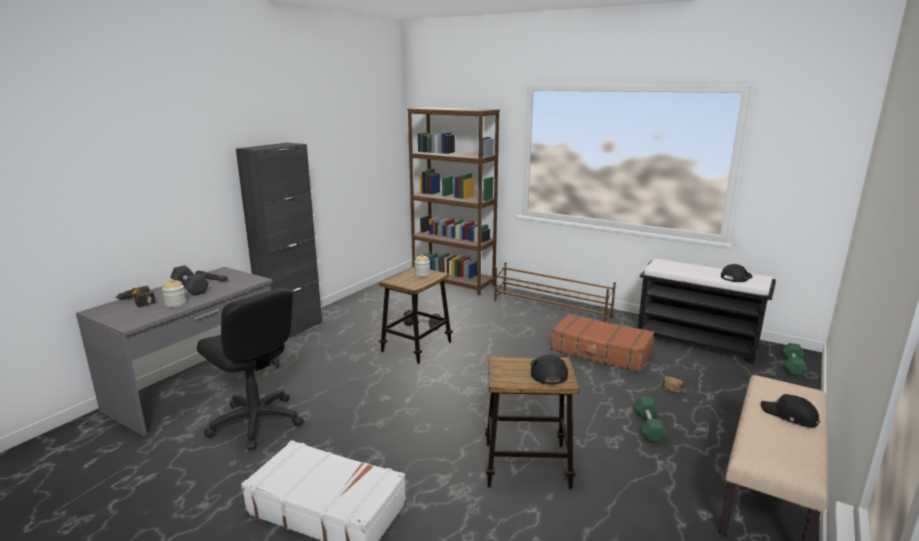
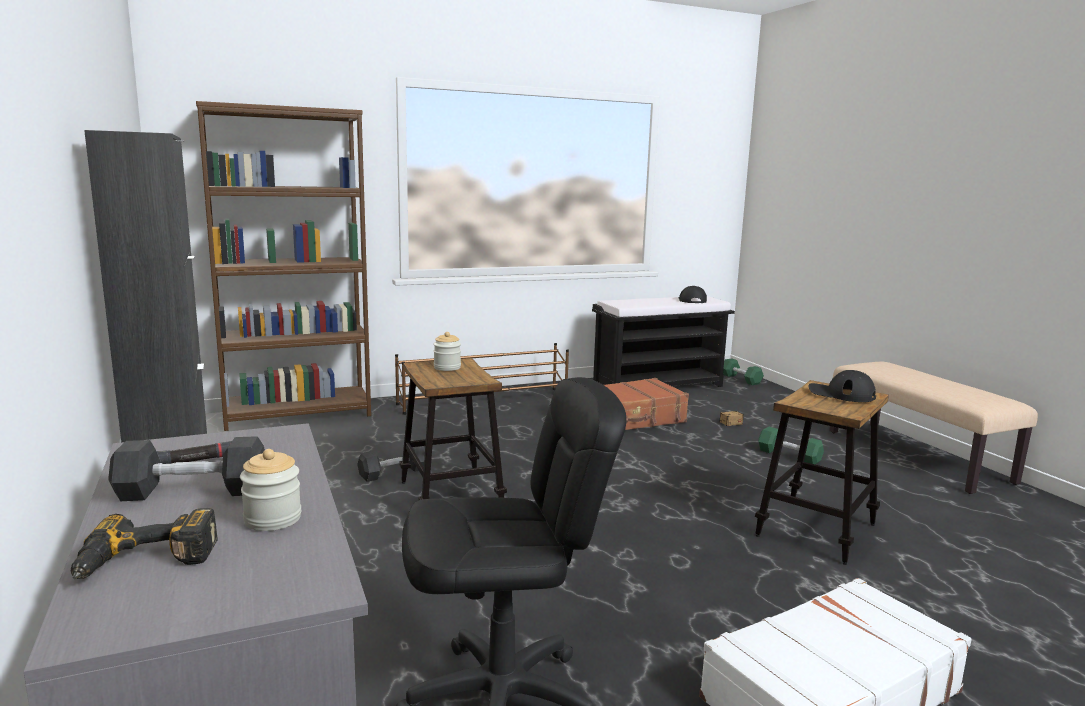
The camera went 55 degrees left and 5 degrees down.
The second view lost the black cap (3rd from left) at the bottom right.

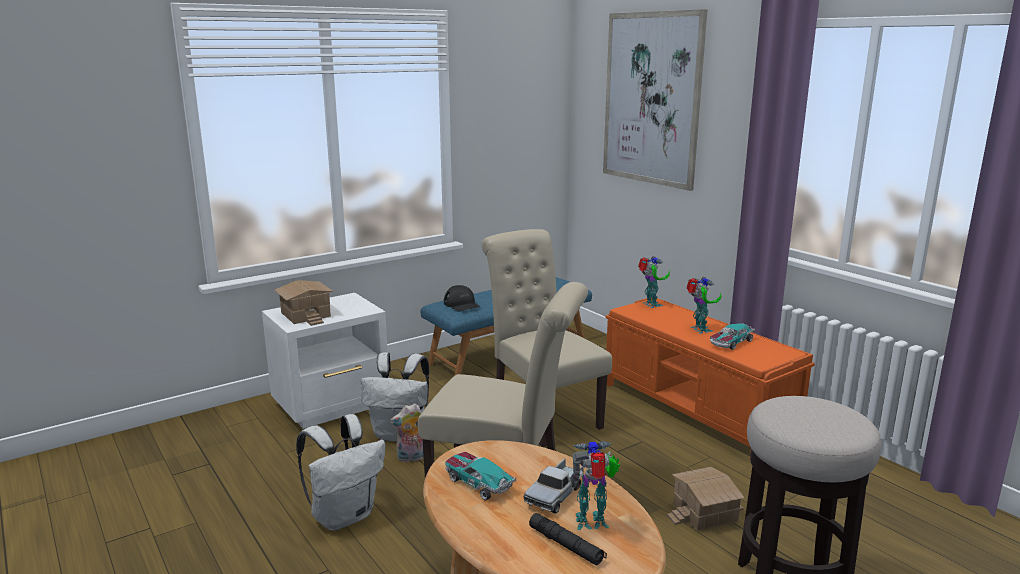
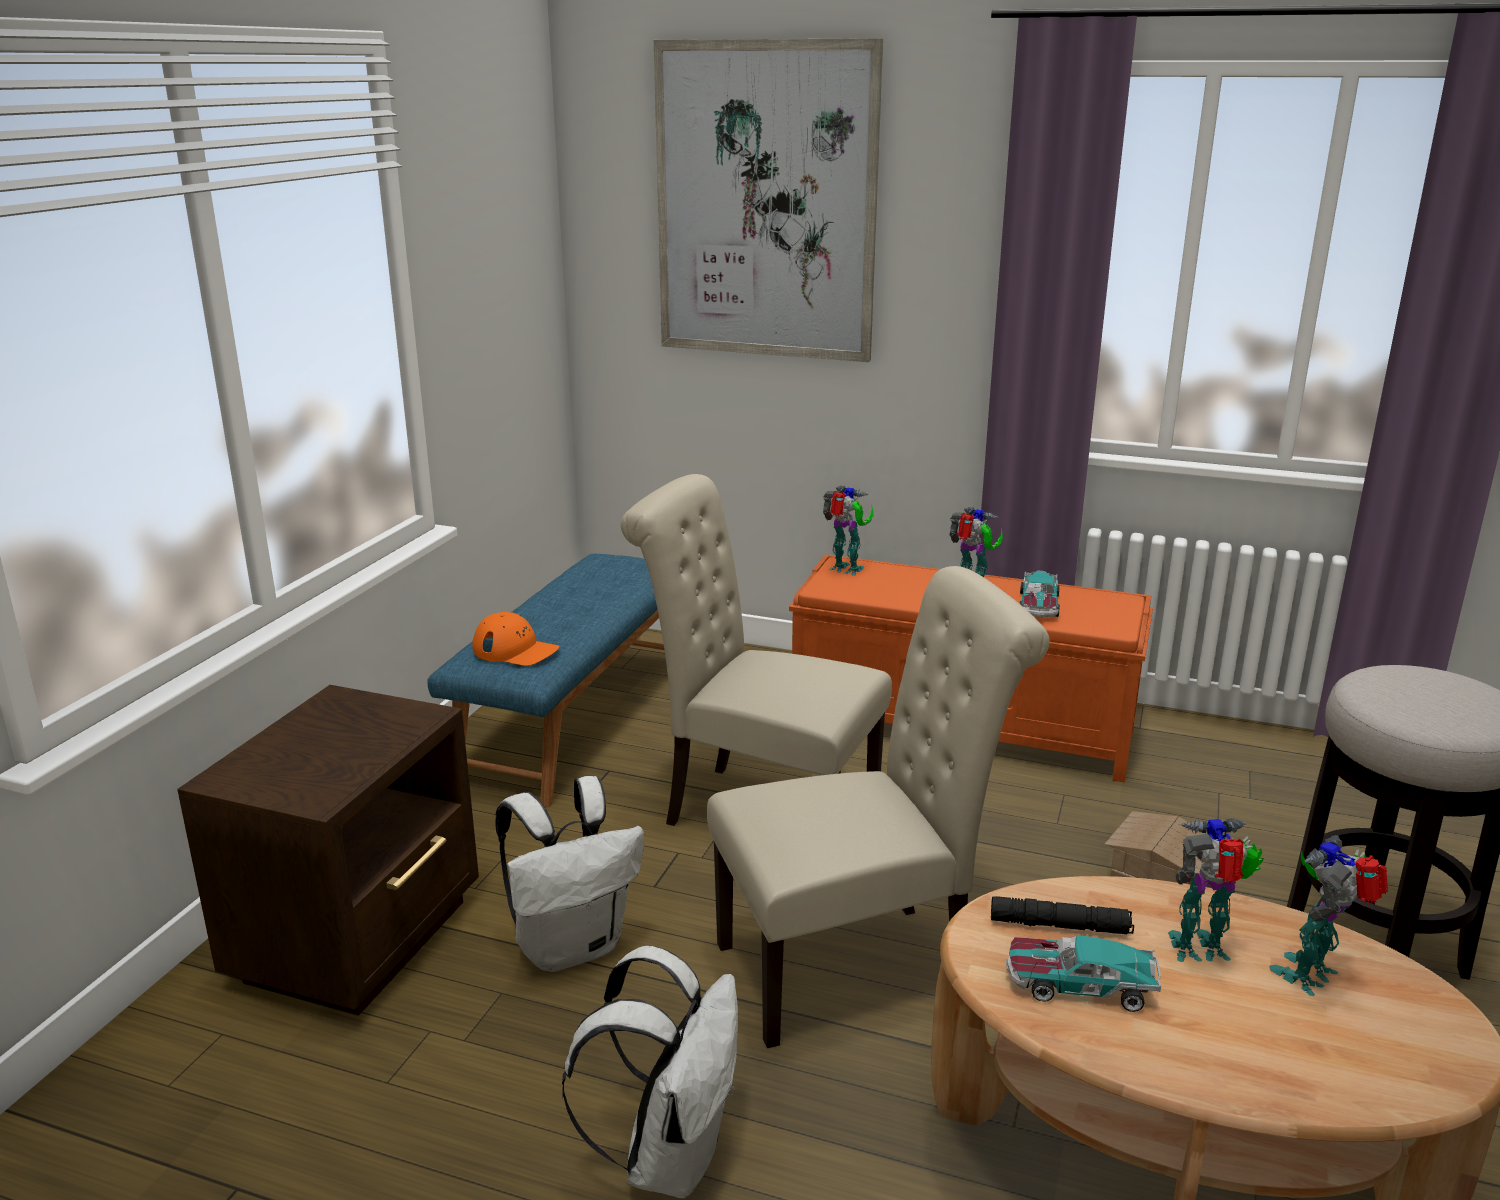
The camera went 35 degrees left and 5 degrees up.
The second view lost the toy house (1st from left) at the middle left.
The second view lost the plush toy at the bottom centre.
The black flashlight ended up elsewhere, having gone from the bottom centre to the bottom right.
Where the toy truck stood at the bottom centre, the toy robot (3rd from left) came to stand at the bottom right.
What was the white nightstand at the middle left turned into the brown nightstand at the bottom left.
What was the black cap at the centre turned into the orange cap at the centre.

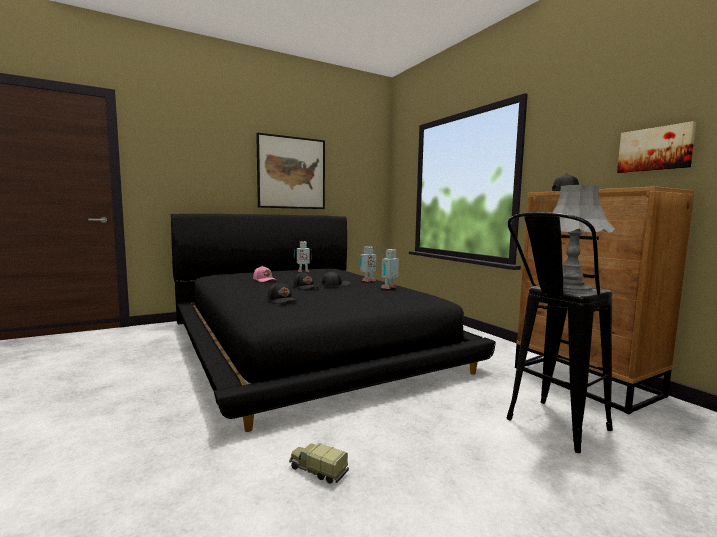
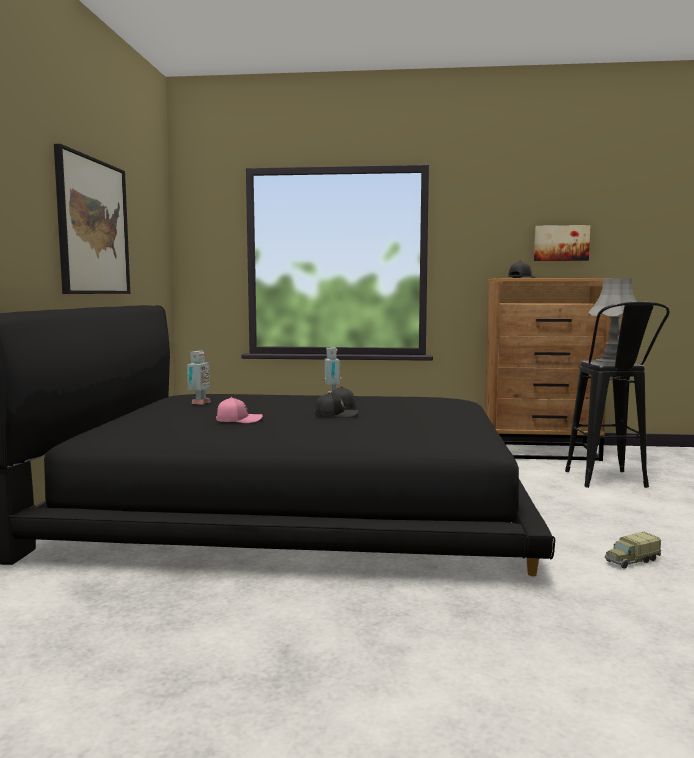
The camera went 55 degrees left and 0 degrees up.
The second view lost the black cap (1st from left) at the centre.
The second view lost the toy robot (3rd from left) at the centre.

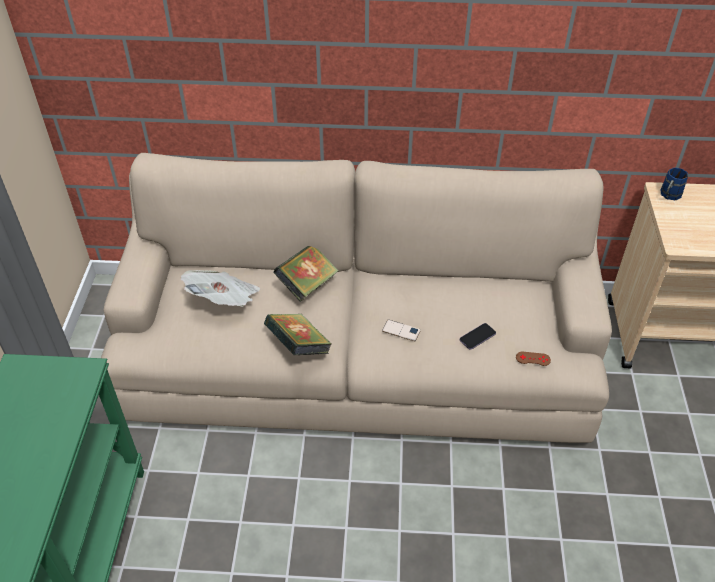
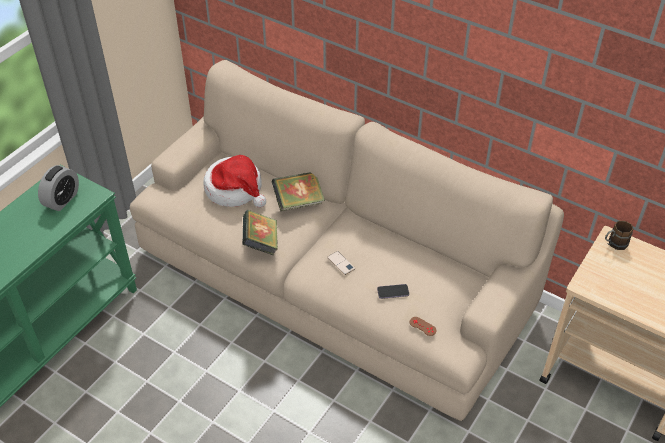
The camera went 30 degrees right and 0 degrees up.
The second view gained the alarm clock at the middle left.
Where the newspaper stood at the middle left, the hat came to stand at the centre.
What was the blue mug at the top right turned into the brown mug at the middle right.

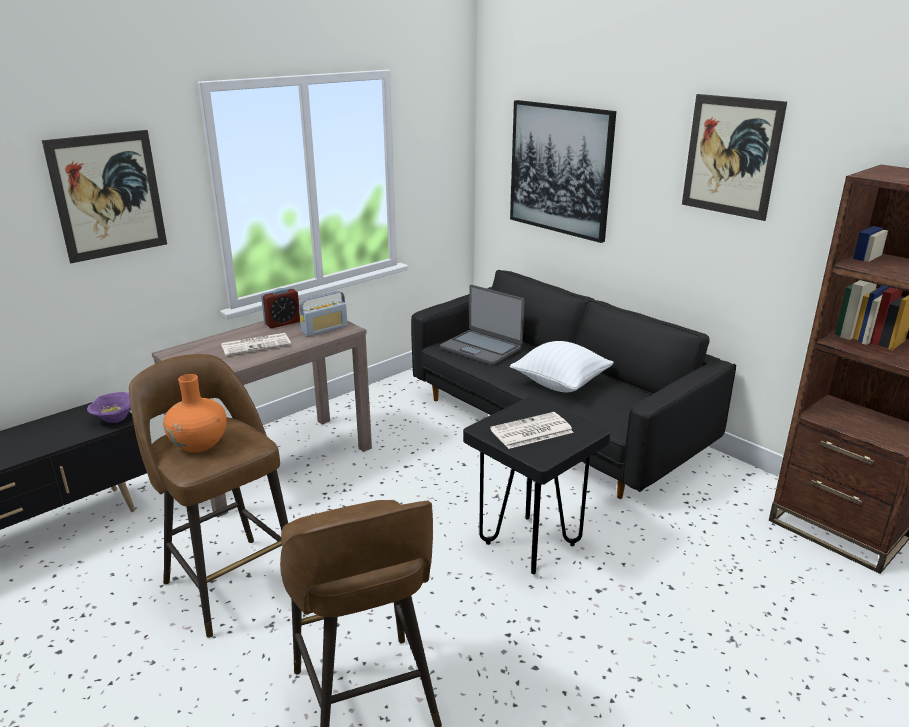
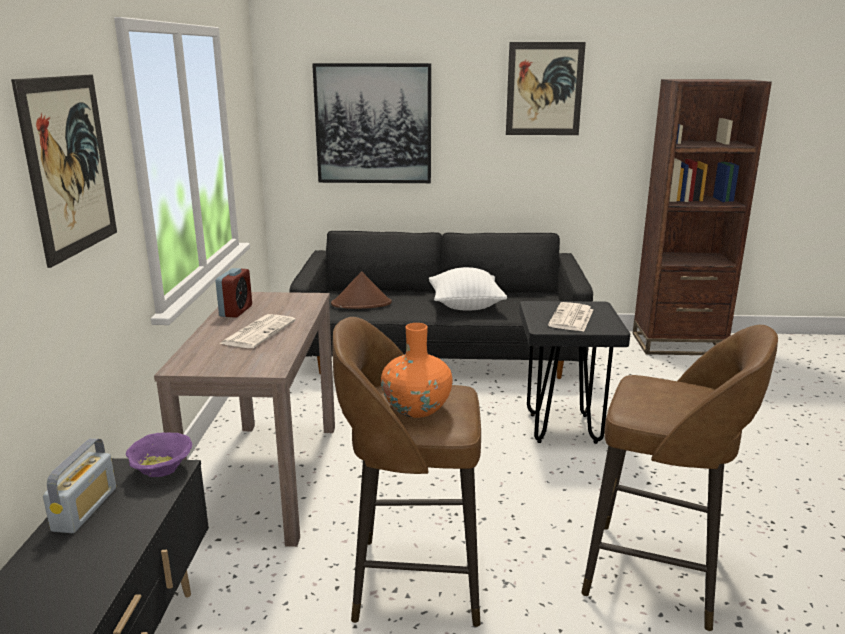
The camera went 45 degrees left and 5 degrees down.
The radio ended up elsewhere, having gone from the centre to the bottom left.
Where the laptop stood at the centre, the brown hat came to stand at the centre.

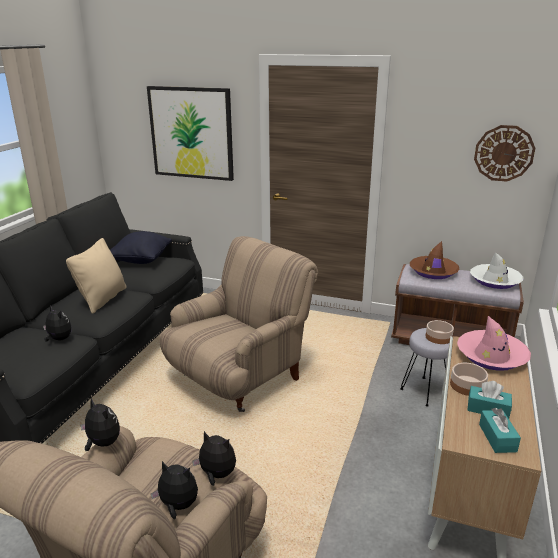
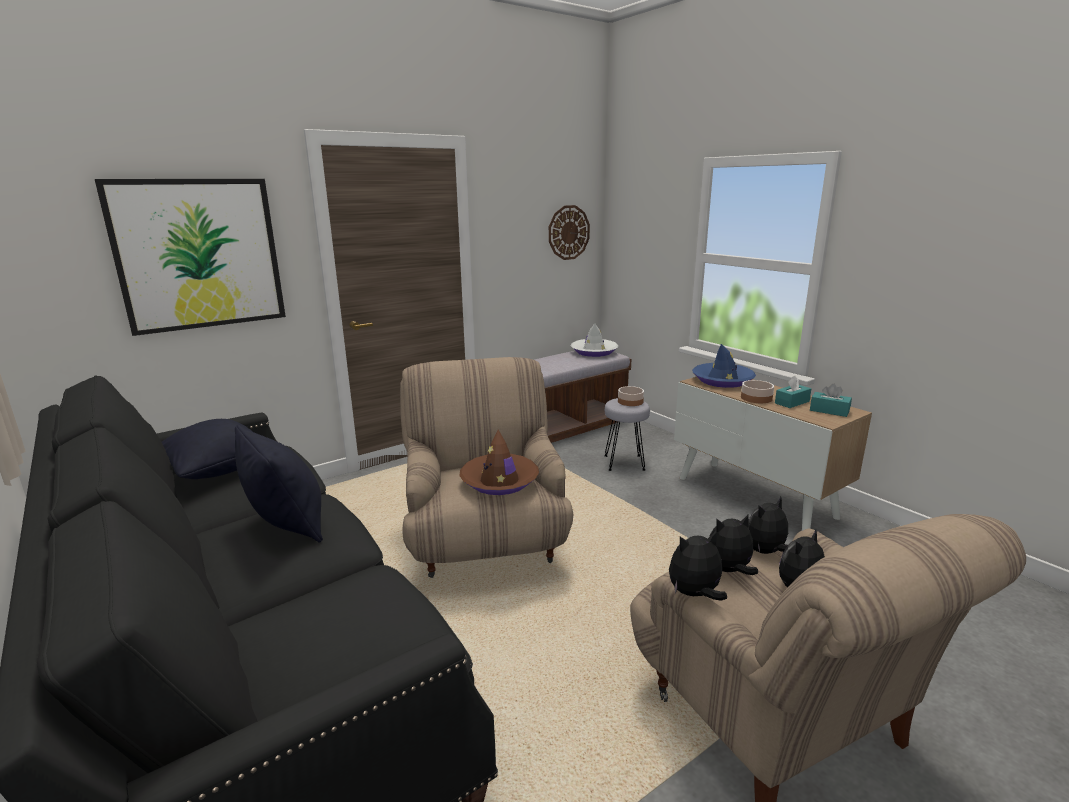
The camera went 55 degrees left and 5 degrees down.
The plush toy (1st from left in the first image) ended up elsewhere, having gone from the middle left to the bottom right.
The brown hat ended up elsewhere, having gone from the middle right to the centre.
What was the beige pillow at the middle left turned into the black pillow (2nd from left) at the middle left.
What was the pink hat at the middle right turned into the blue hat at the middle right.

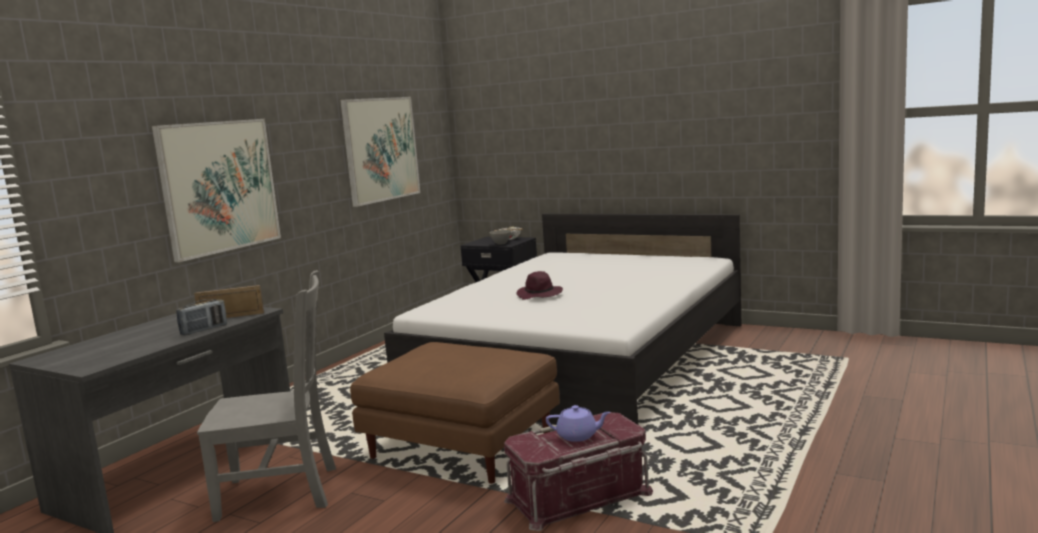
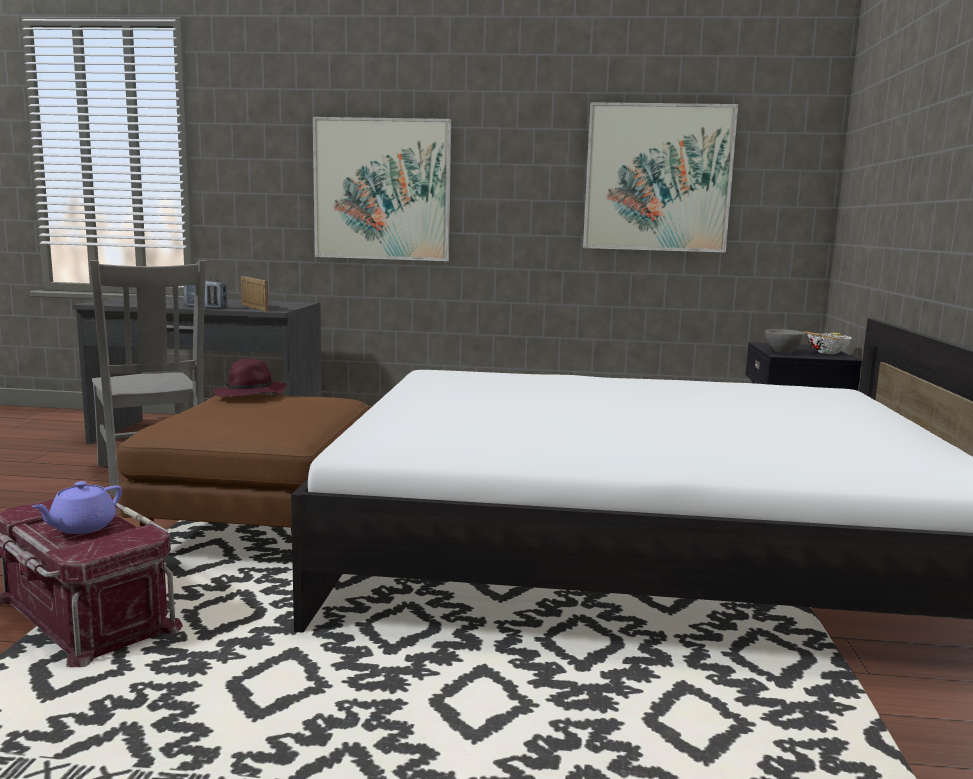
The camera went 65 degrees right and 0 degrees up.
The purple hat ended up elsewhere, having gone from the centre to the middle left.
The purple teapot at the bottom centre ended up facing another way, 45 degrees clockwise from before.

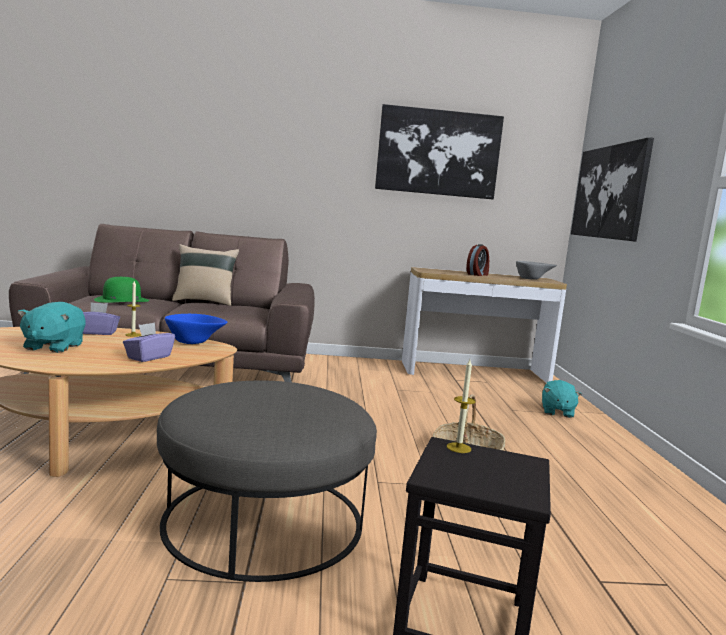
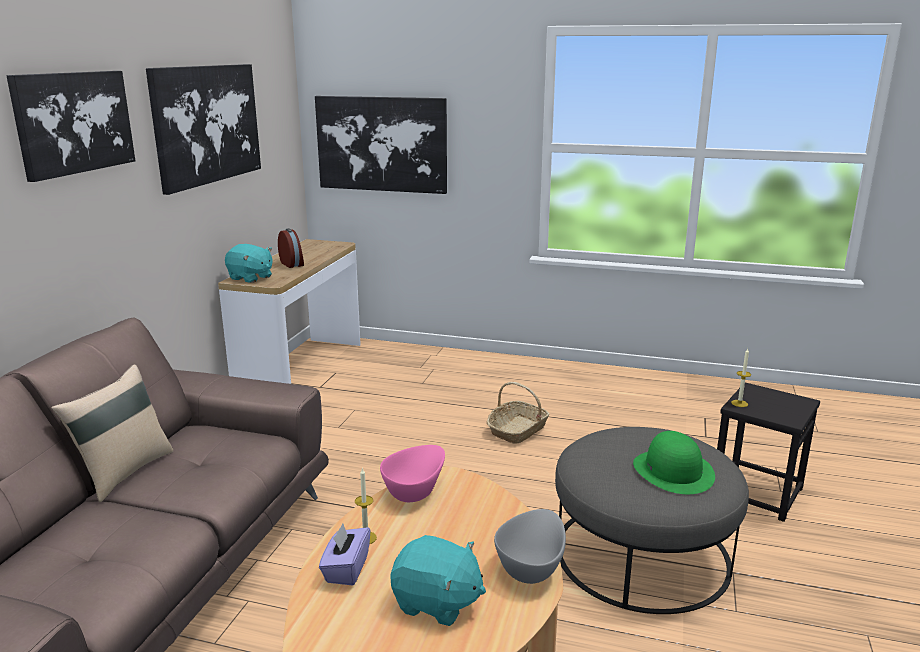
The camera went 70 degrees left and 10 degrees up.
The second view lost the purple tissue box (2nd from left) at the middle left.
The second view gained the picture (1st from left) at the top left.
The green hat ended up elsewhere, having gone from the middle left to the bottom right.
The grey bowl ended up elsewhere, having gone from the middle right to the bottom centre.
The turquoise plush toy (2nd from left in the first image) ended up elsewhere, having gone from the middle right to the middle left.
What was the blue bowl at the middle left turned into the pink bowl at the bottom centre.

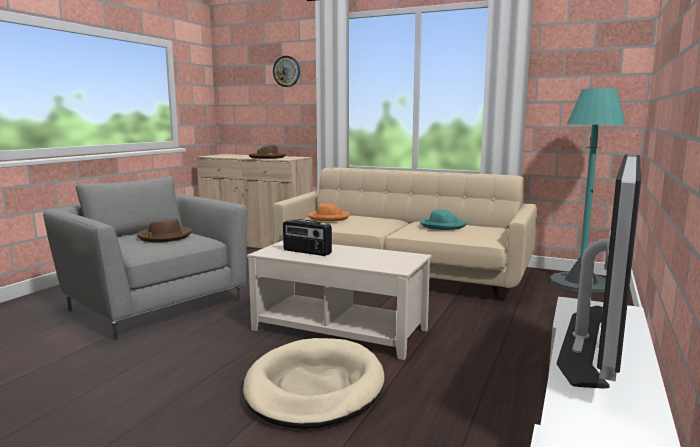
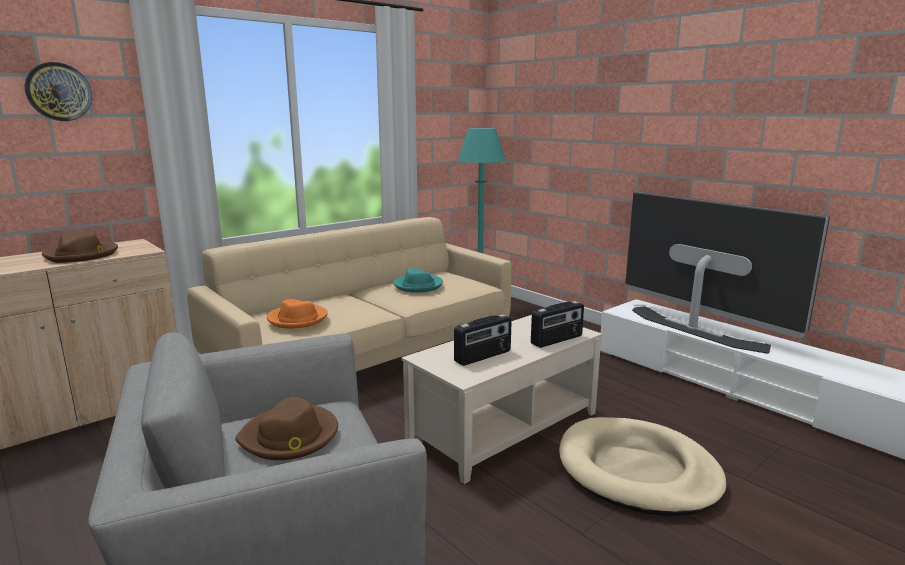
The camera went 65 degrees left and 5 degrees up.
The second view gained the radio (2nd from left) at the centre.

